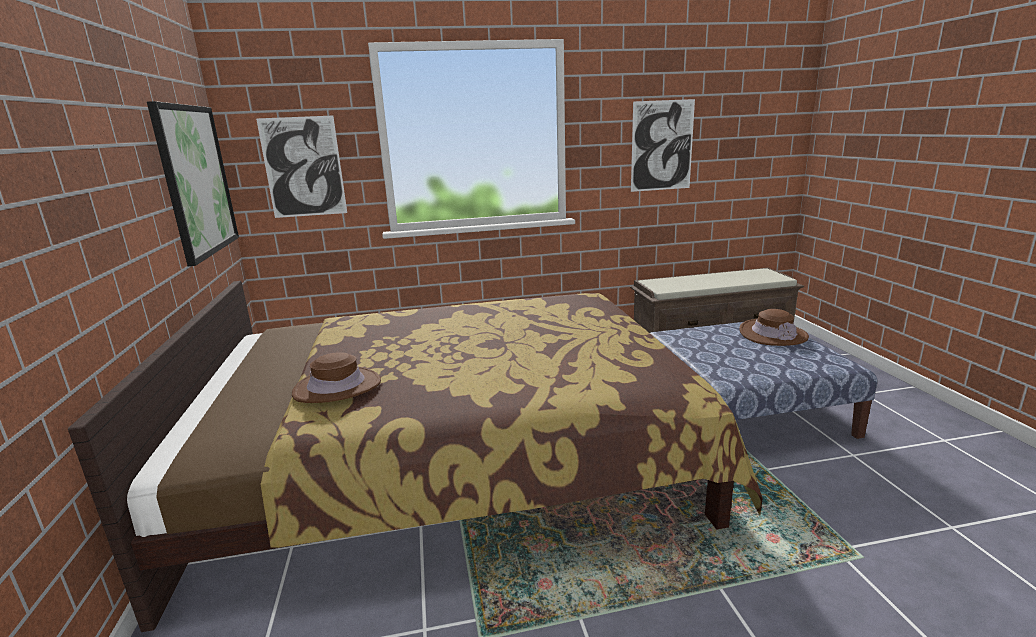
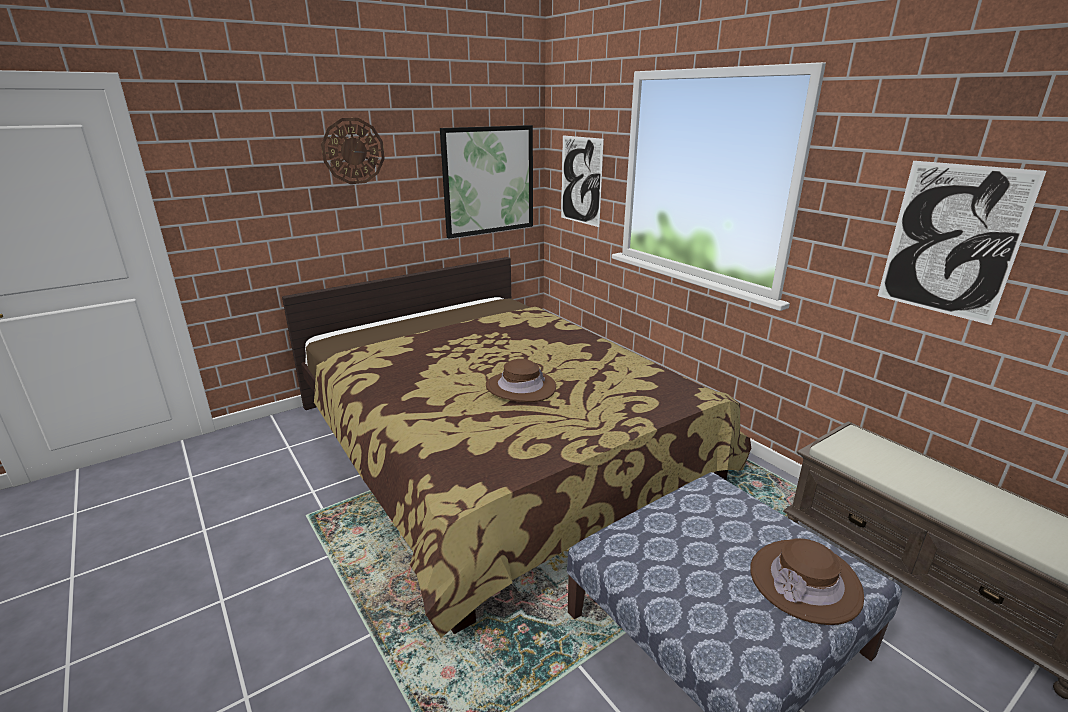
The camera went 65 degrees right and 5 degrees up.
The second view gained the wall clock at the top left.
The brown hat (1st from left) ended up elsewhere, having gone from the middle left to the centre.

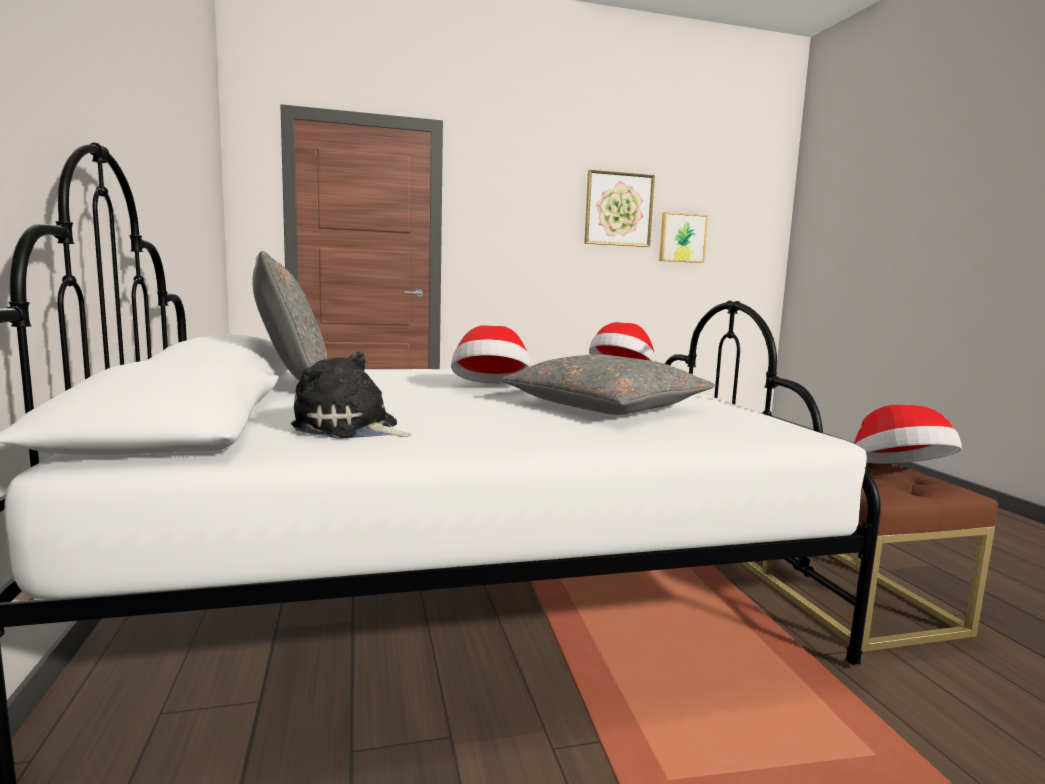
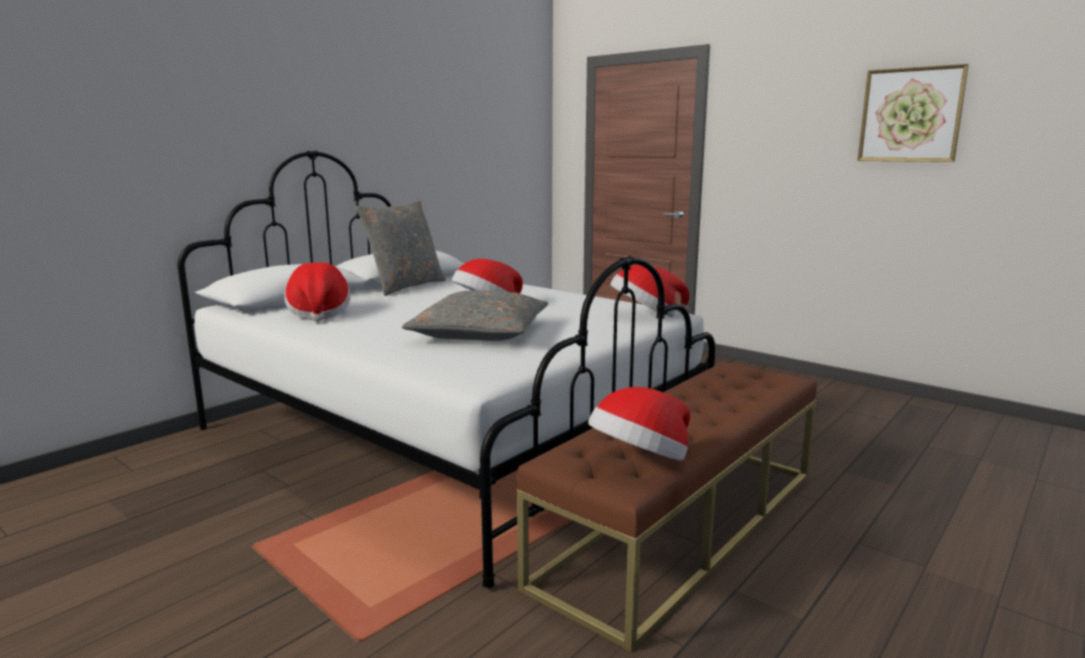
The camera went 55 degrees right and 5 degrees up.
The second view lost the picture (2nd from left) at the top centre.
Where the plush toy stood at the centre, the hat (1st from left) came to stand at the middle left.

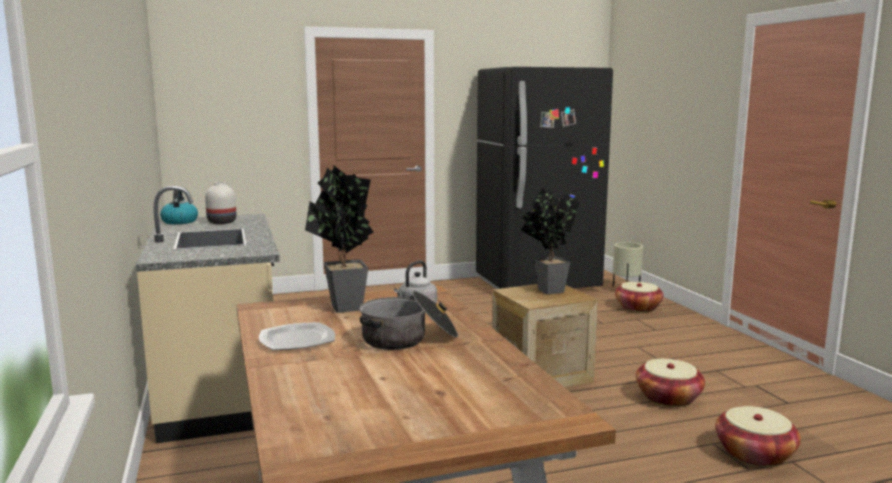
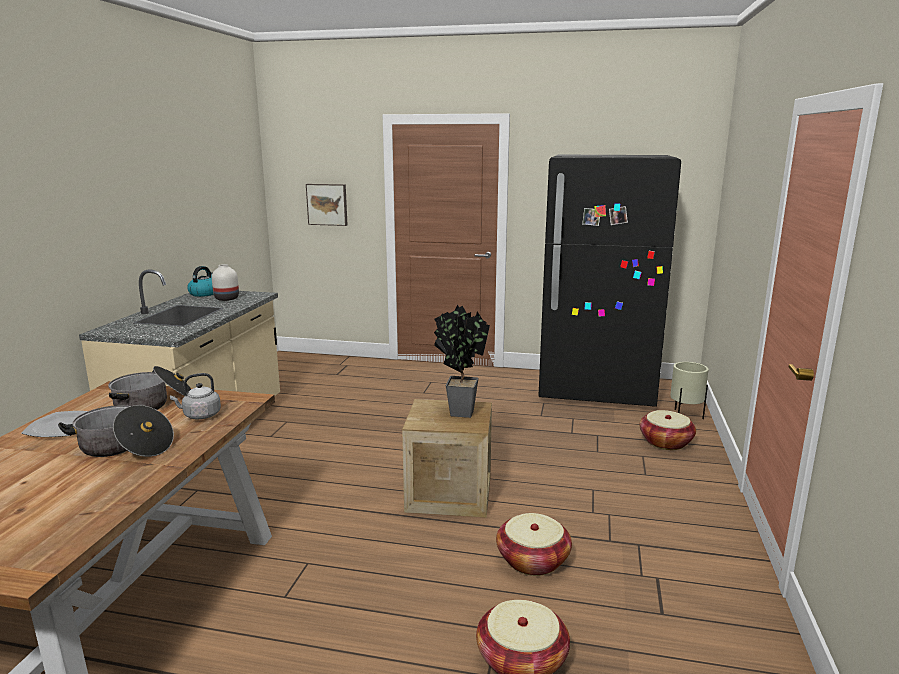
The camera went 30 degrees right and 5 degrees up.
The second view gained the picture at the top centre.
Where the potted plant (1st from left) stood at the centre, the cooking pot (2nd from left) came to stand at the middle left.

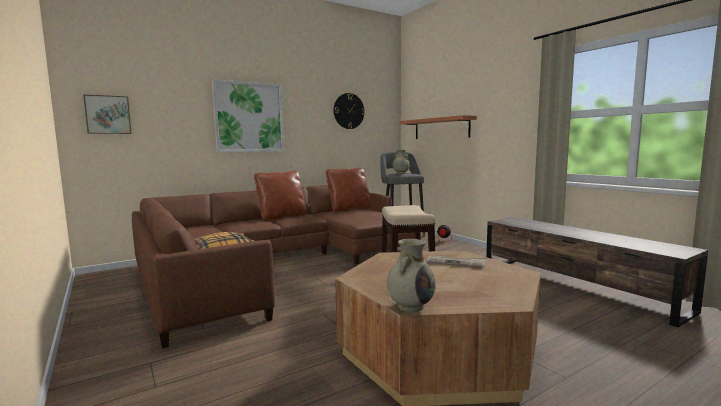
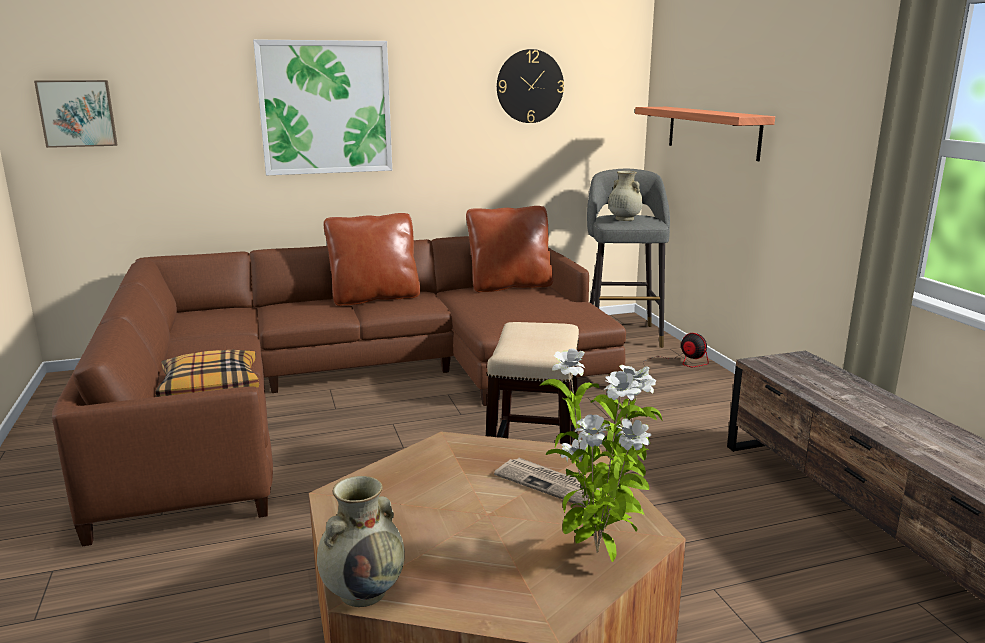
The camera went 15 degrees right and 10 degrees up.
The second view gained the potted plant at the bottom centre.

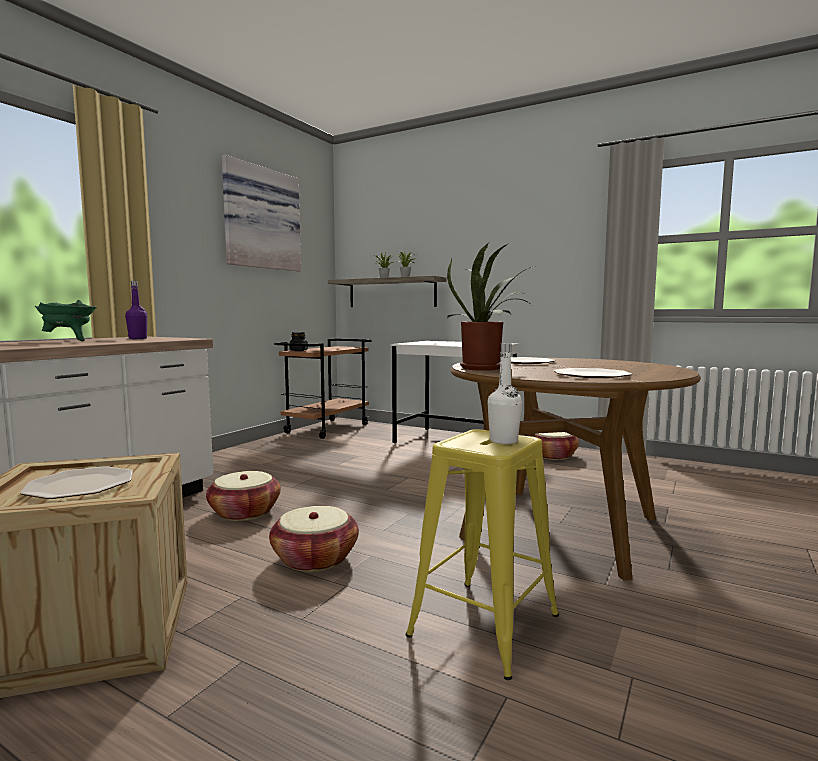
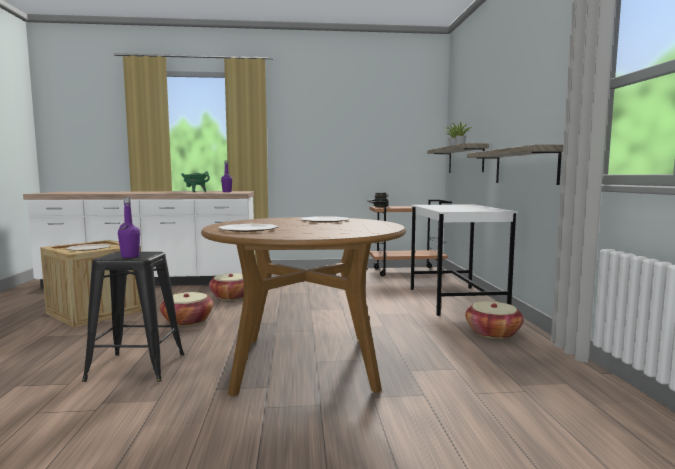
The camera went 55 degrees right and 0 degrees up.
The second view lost the picture at the top left.
The second view lost the potted plant (3rd from left) at the centre.
The second view gained the shelf (2nd from left) at the middle right.
What was the yellow stool at the bottom centre turned into the black stool at the bottom left.
What was the white bottle at the centre turned into the purple bottle (1st from left) at the middle left.

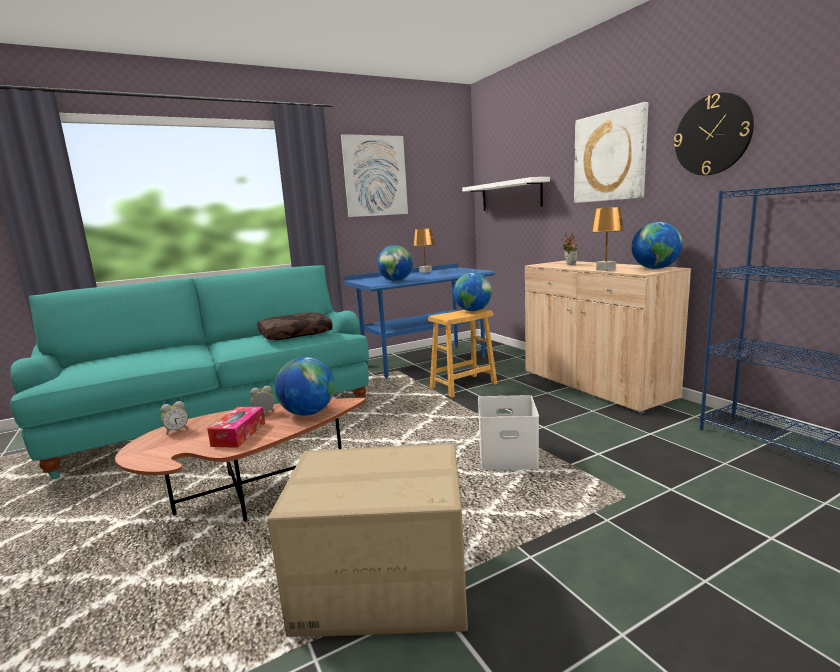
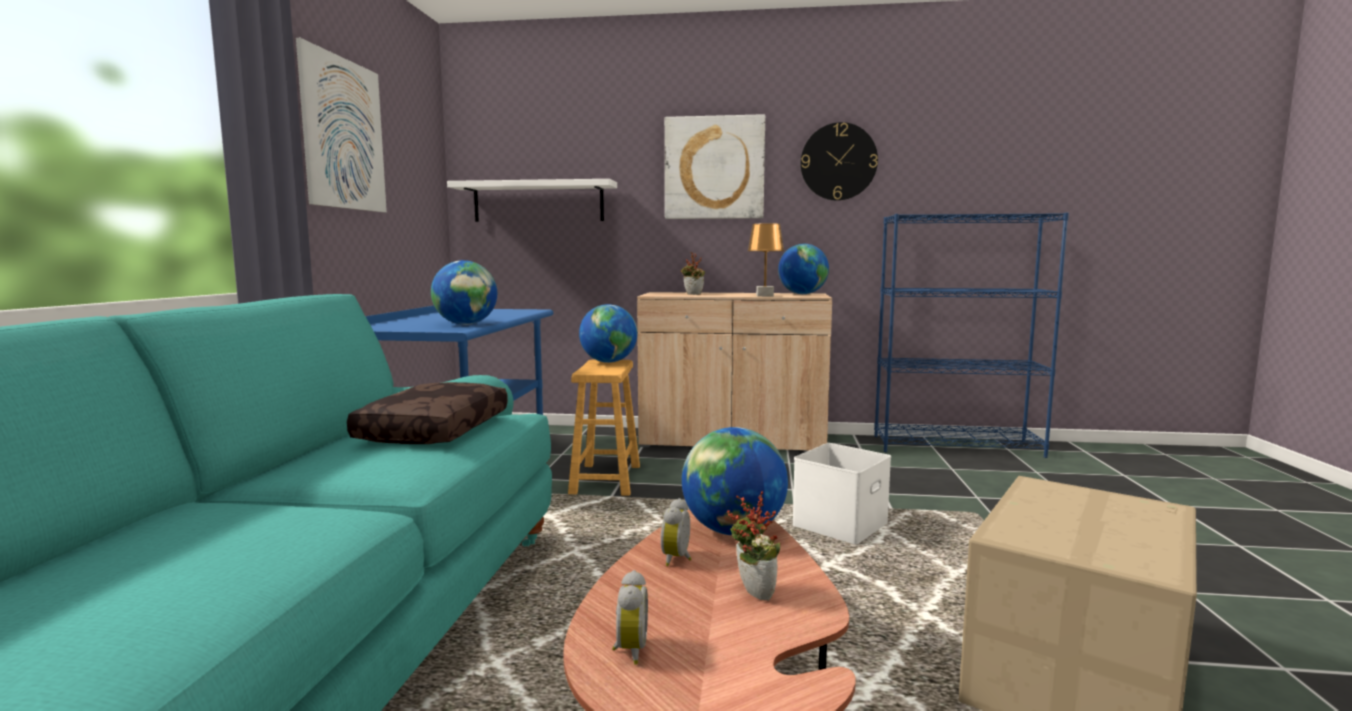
The camera went 55 degrees left and 5 degrees down.
The second view lost the brown table lamp (1st from left) at the centre.
Where the tissue box stood at the middle left, the potted plant (2nd from left) came to stand at the bottom centre.

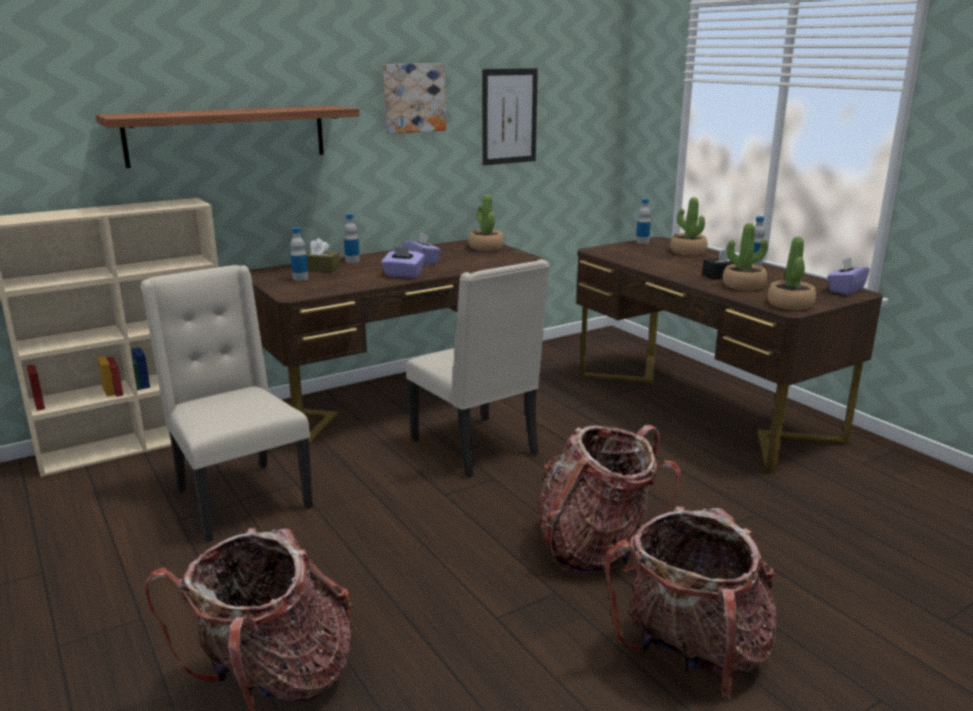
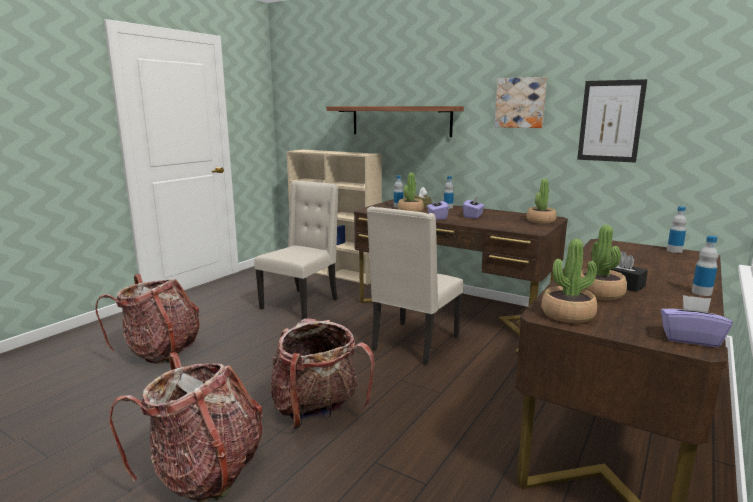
The camera went 65 degrees right and 5 degrees down.
The potted plant (2nd from left in the first image) ended up elsewhere, having gone from the top right to the centre.

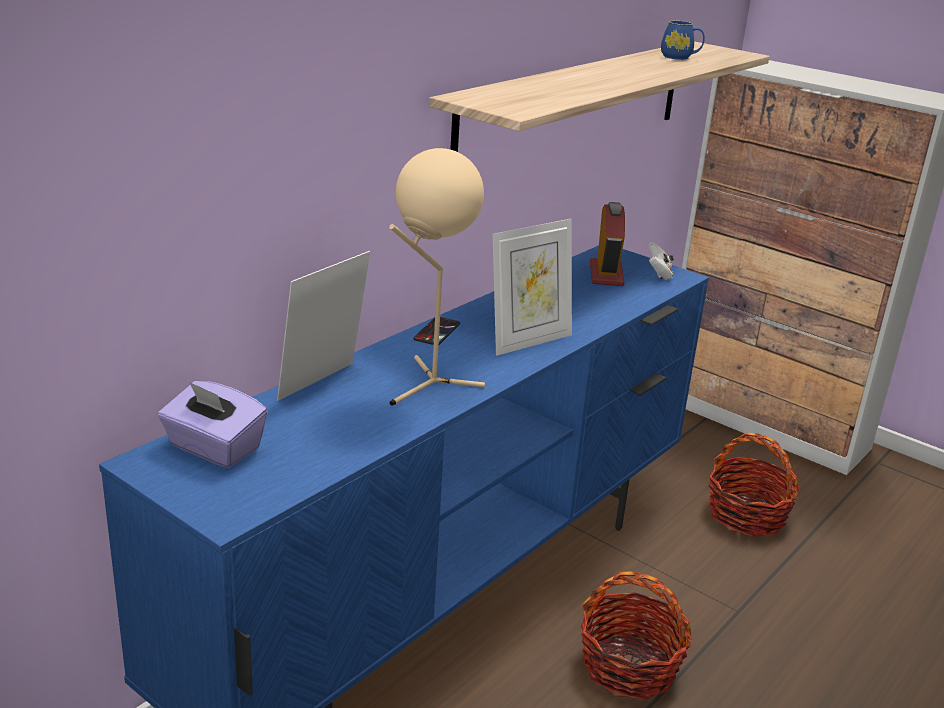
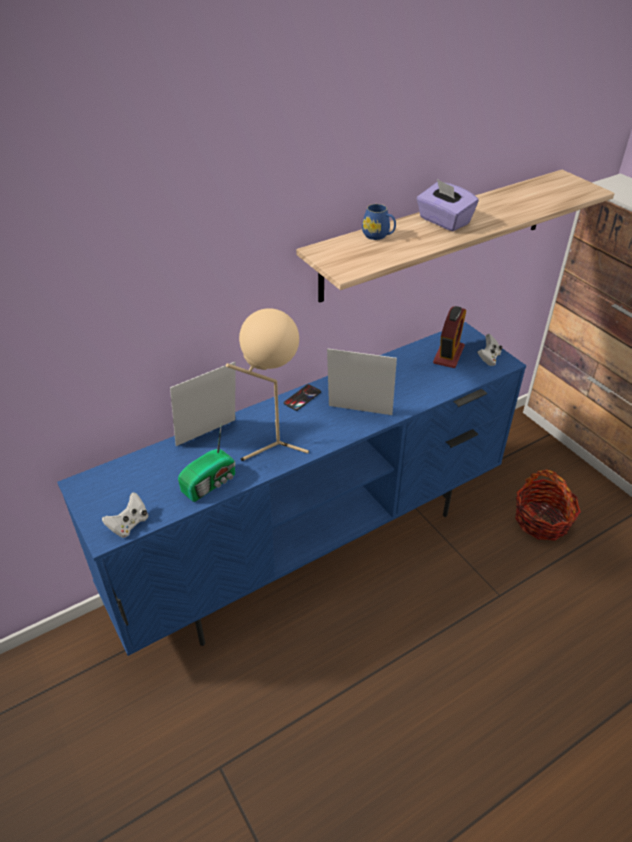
The camera went 20 degrees right and 15 degrees up.
The second view lost the basket (1st from left) at the bottom right.
The second view gained the white game controller (1st from left) at the middle left.
The second view gained the radio at the middle left.
The purple tissue box ended up elsewhere, having gone from the middle left to the top right.
The blue mug ended up elsewhere, having gone from the top right to the top centre.
The picture frame (2nd from left) at the centre ended up facing another way, 150 degrees counterclockwise from before.

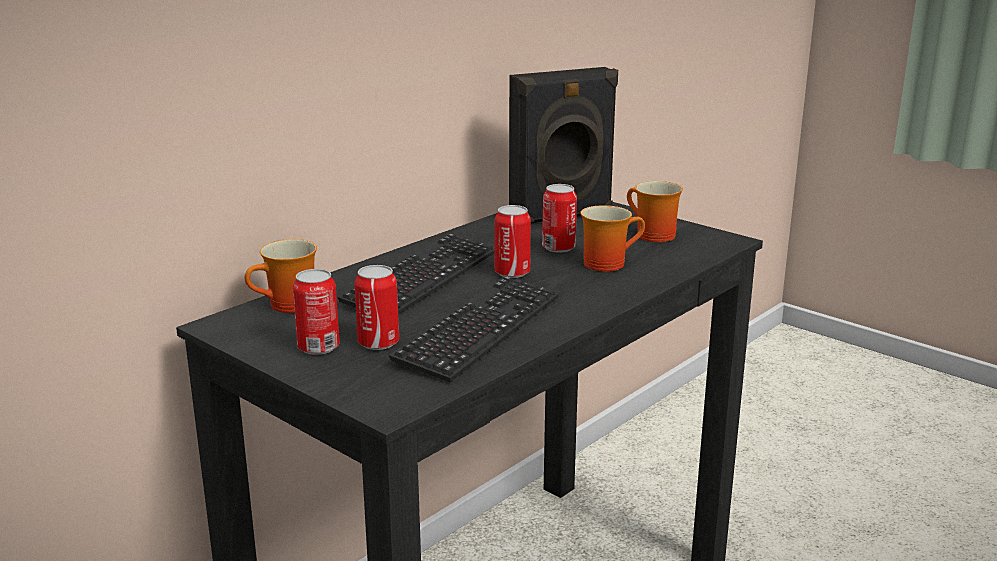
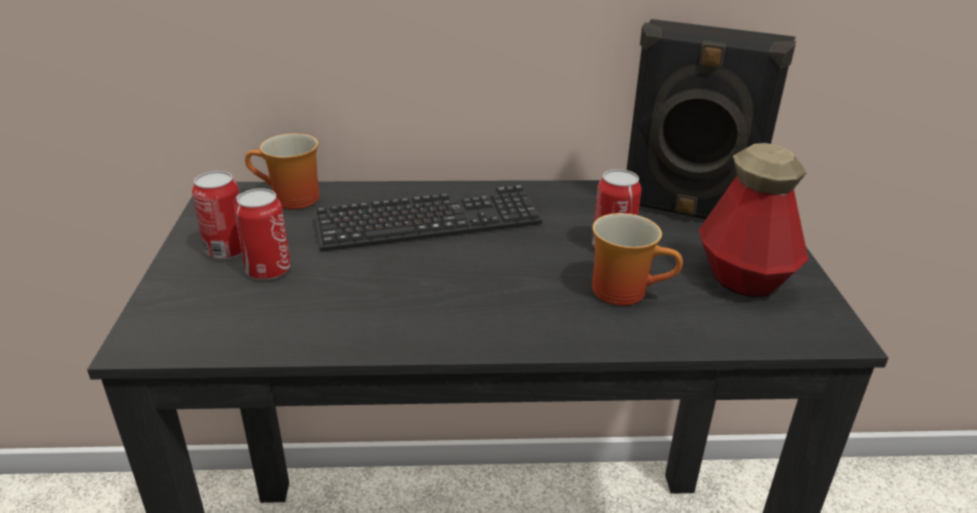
The camera went 45 degrees right and 10 degrees up.
The second view lost the keyboard (2nd from left) at the centre.
The second view lost the can (3rd from left) at the centre.
Where the mug (3rd from left) stood at the centre, the bottle came to stand at the middle right.

